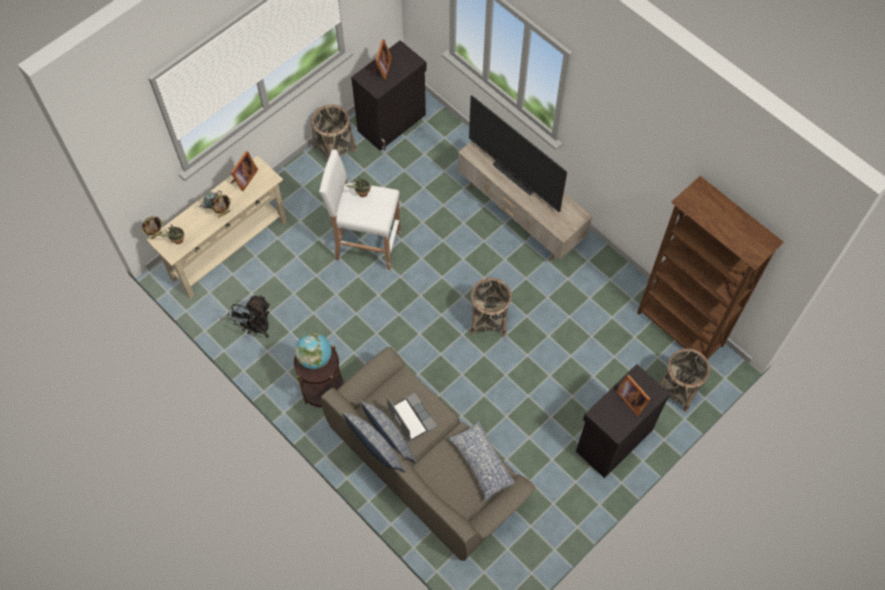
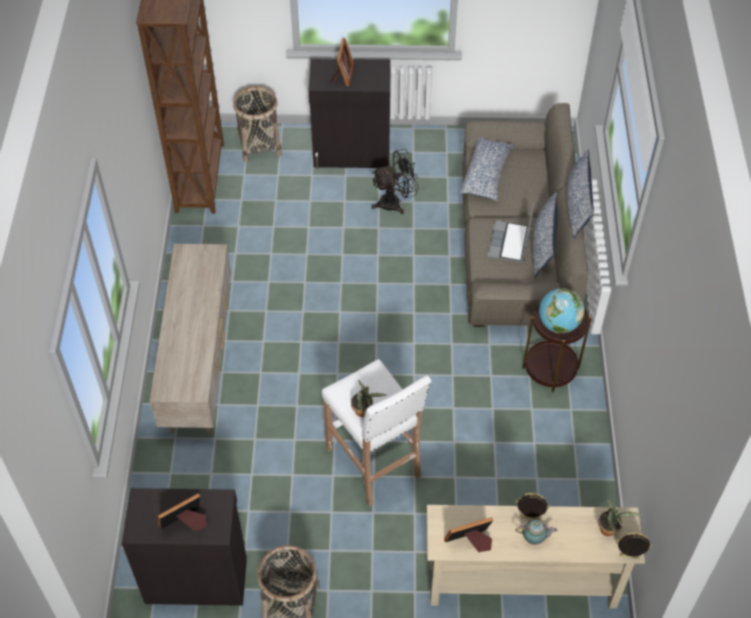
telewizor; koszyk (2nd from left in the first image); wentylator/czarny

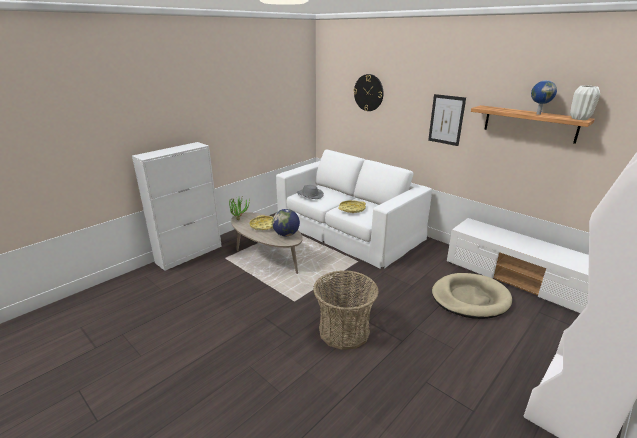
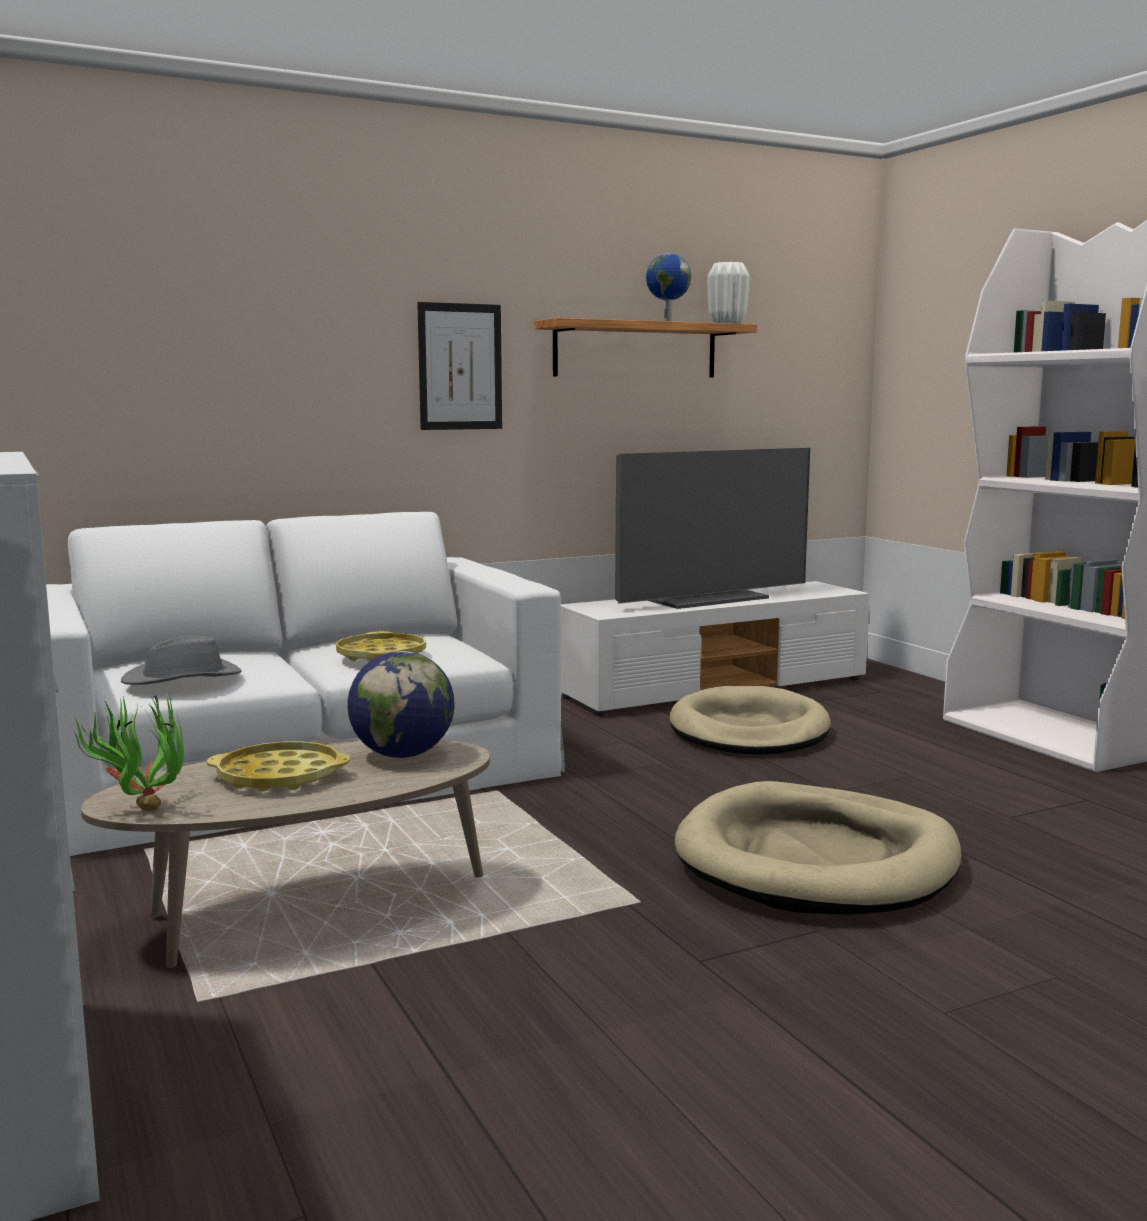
zegar ścienny; telewizor; legowisko/beżowy (2nd from left)

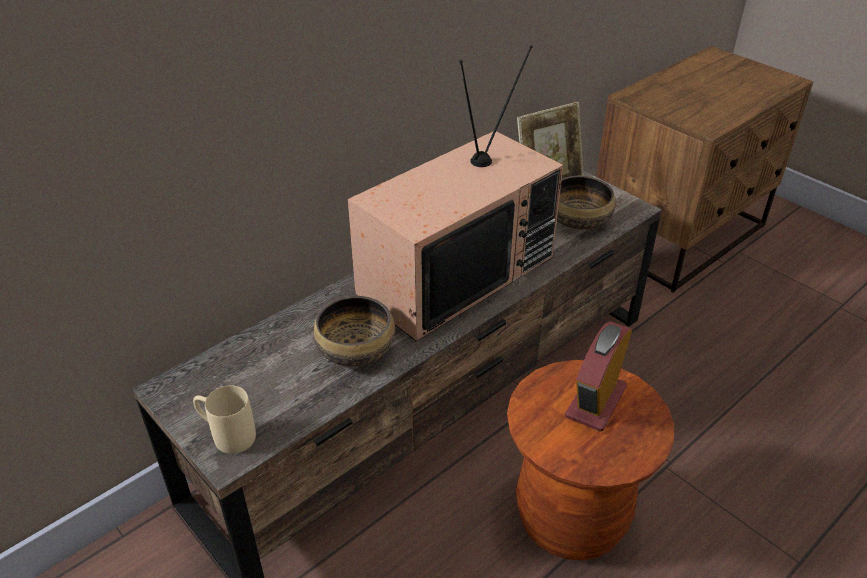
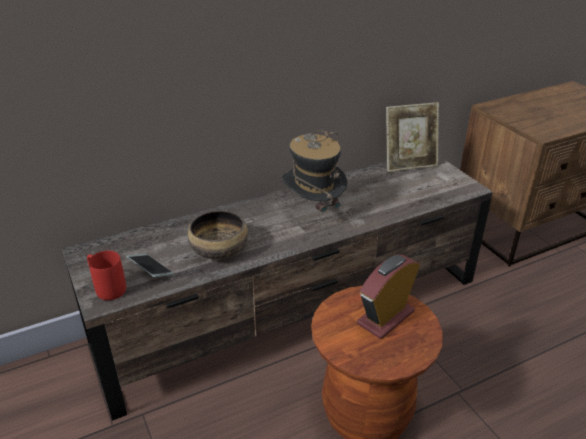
miska (2nd from left in the first image); telefon; kapelusz; kubek/czerwony

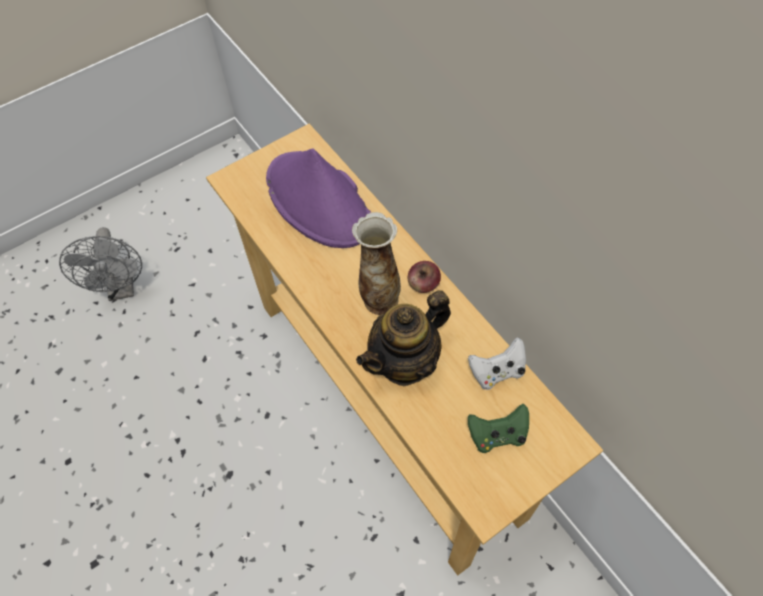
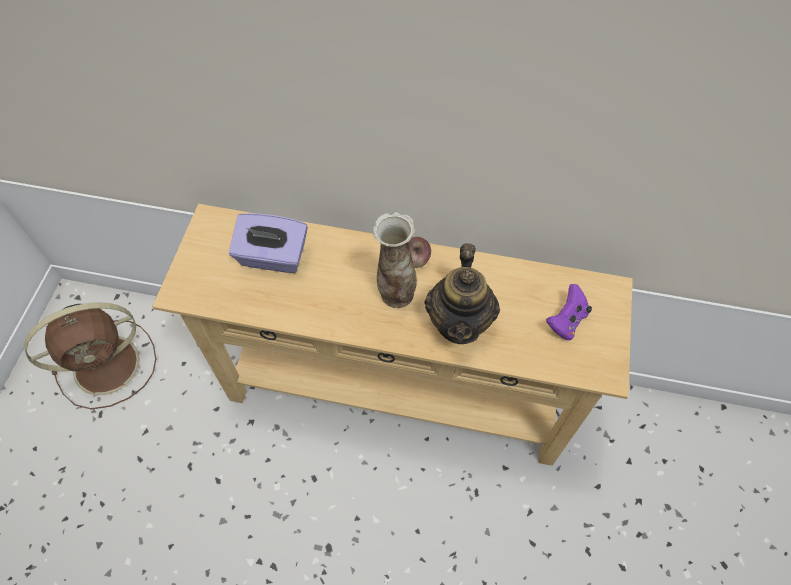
wentylator/szary; pad do gier/biały; wentylator/brązowy; pudełko chusteczek/fioletowy; pad do gier/fioletowy

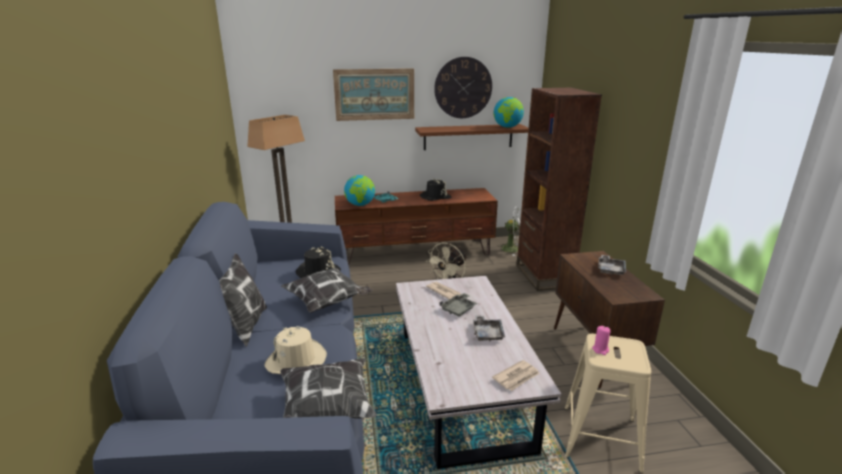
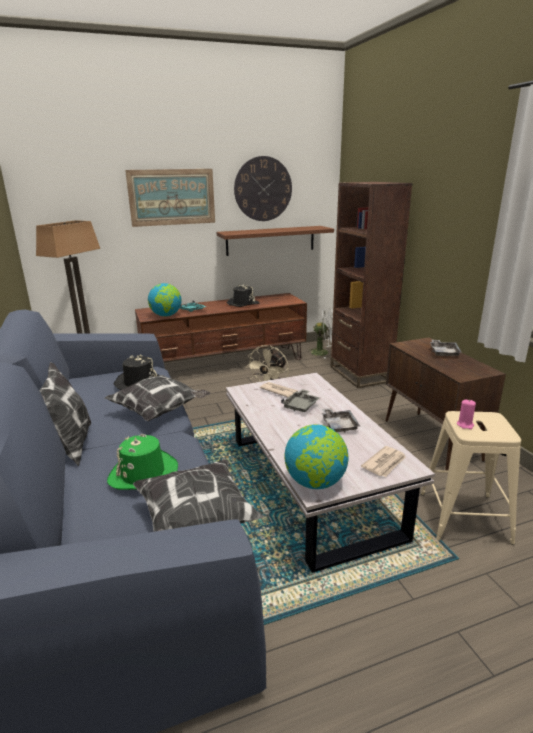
globus (2nd from left); kapelusz/zielony

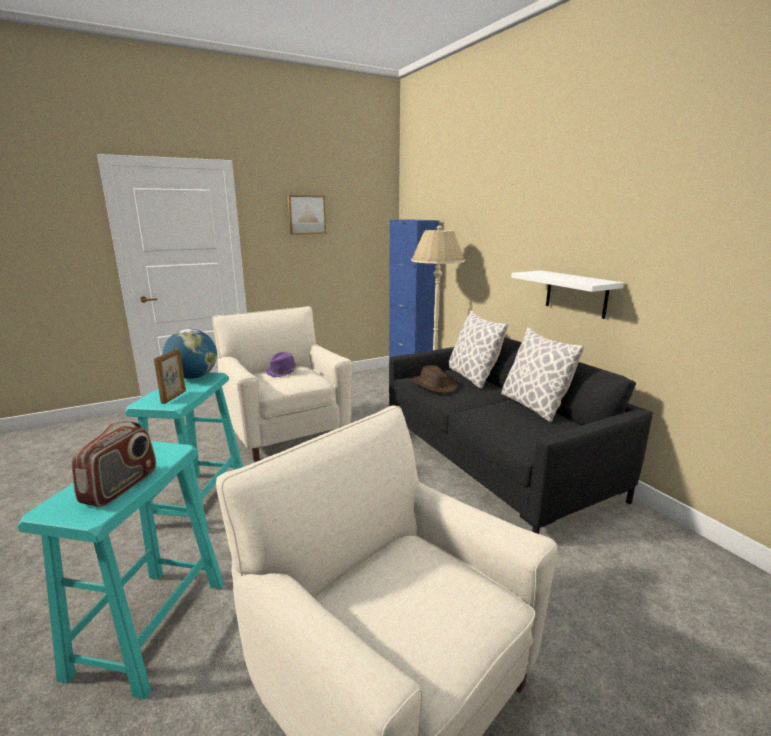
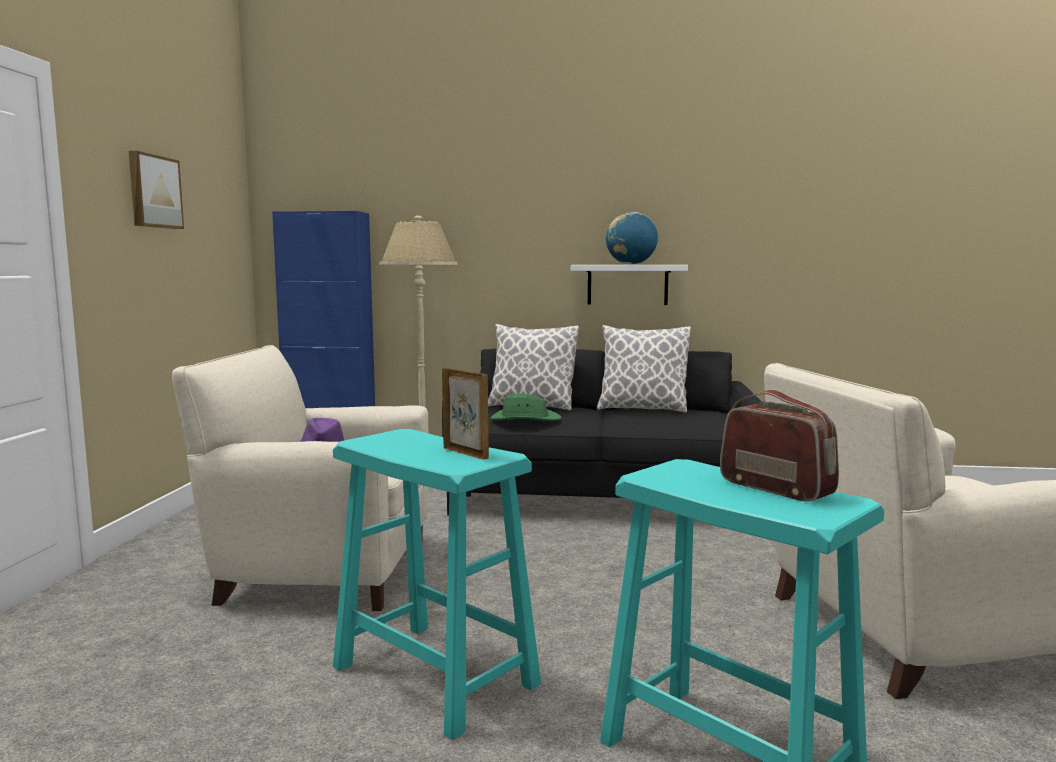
globus; kapelusz/zielony

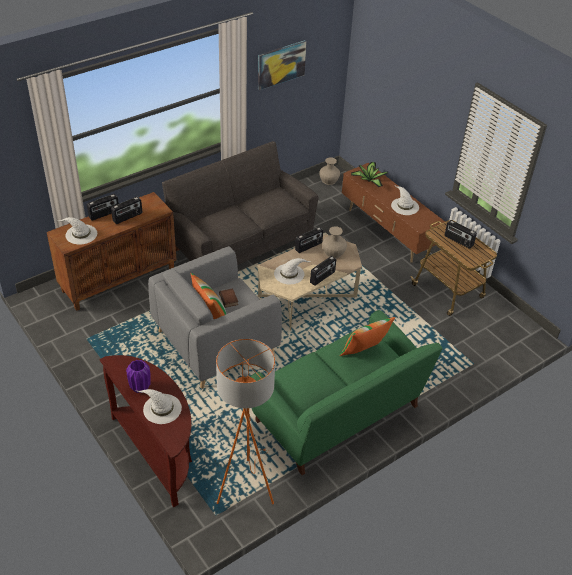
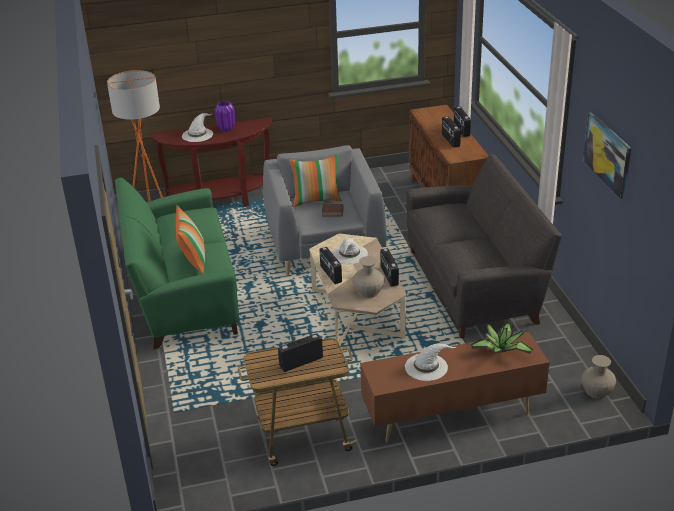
kapelusz/biały (1st from left in the first image)

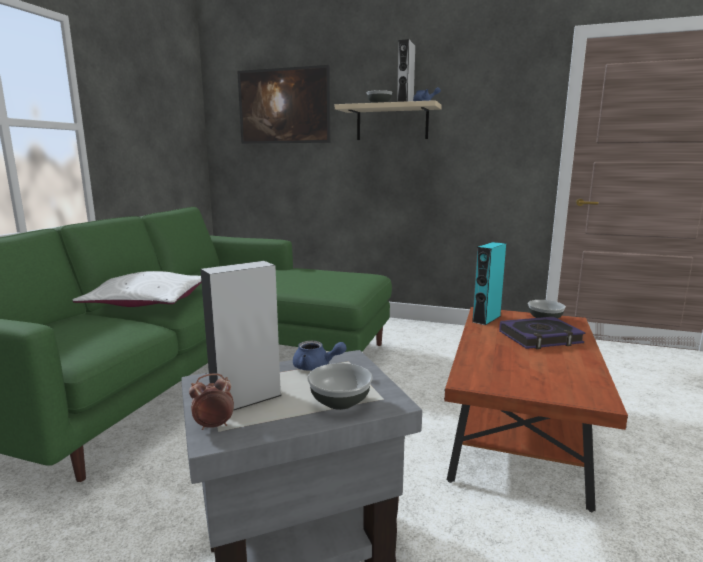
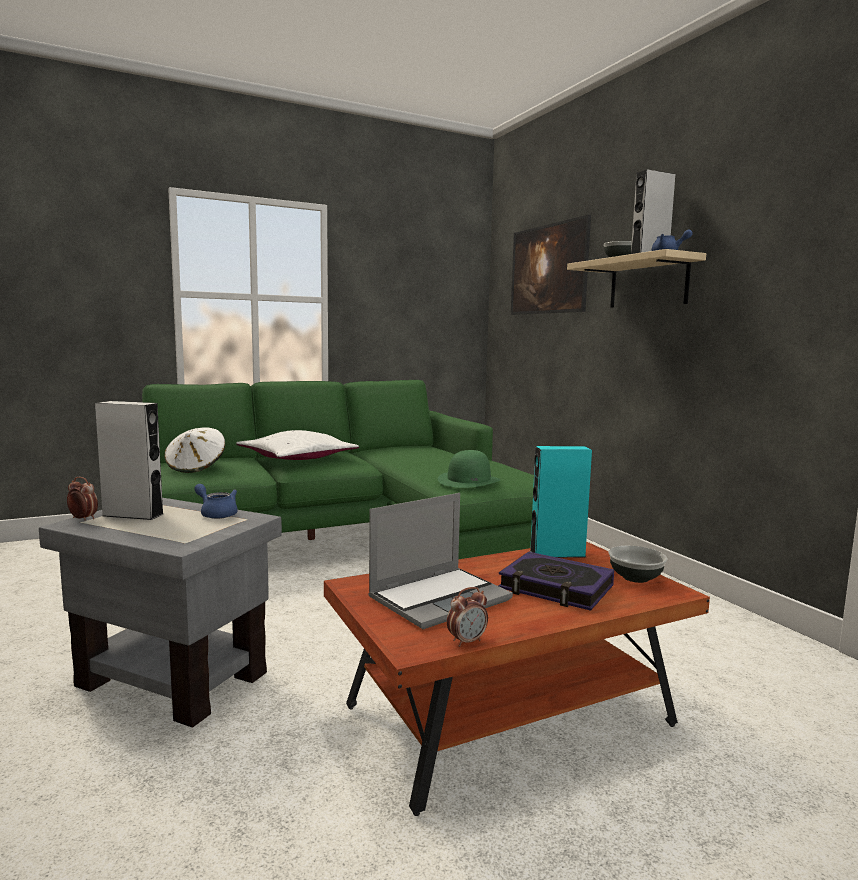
miska (1st from left in the first image); kapelusz/biały; laptop; kapelusz/zielony; budzik (2nd from left); imbryk/niebieski (1st from left)

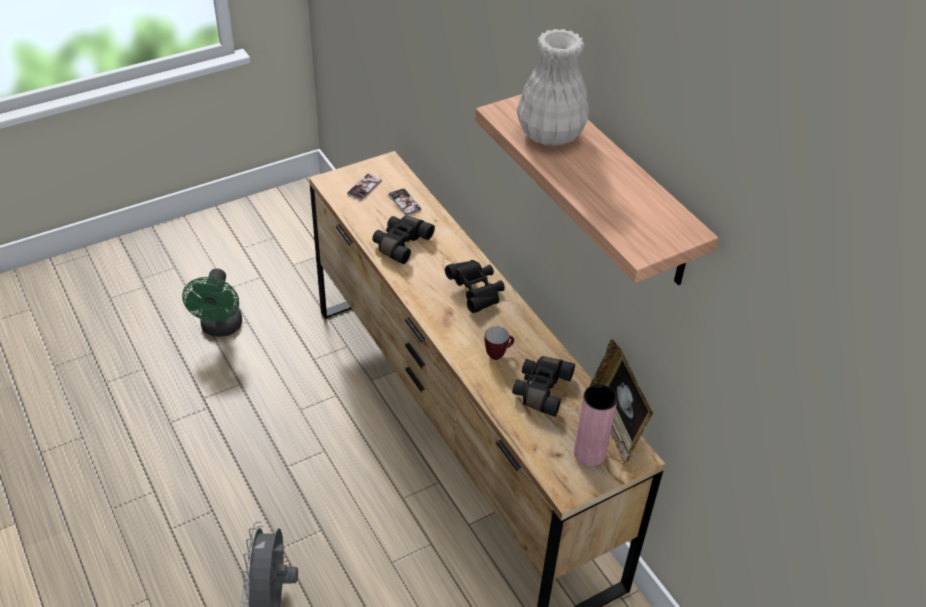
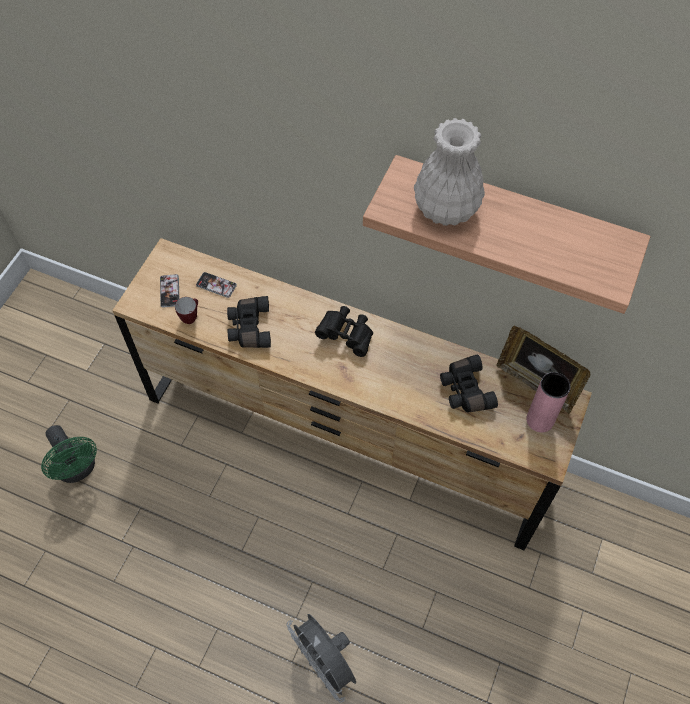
kubek

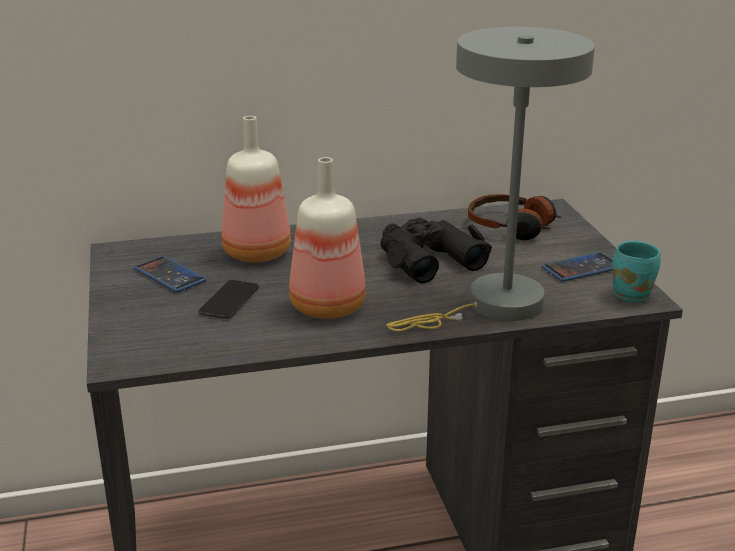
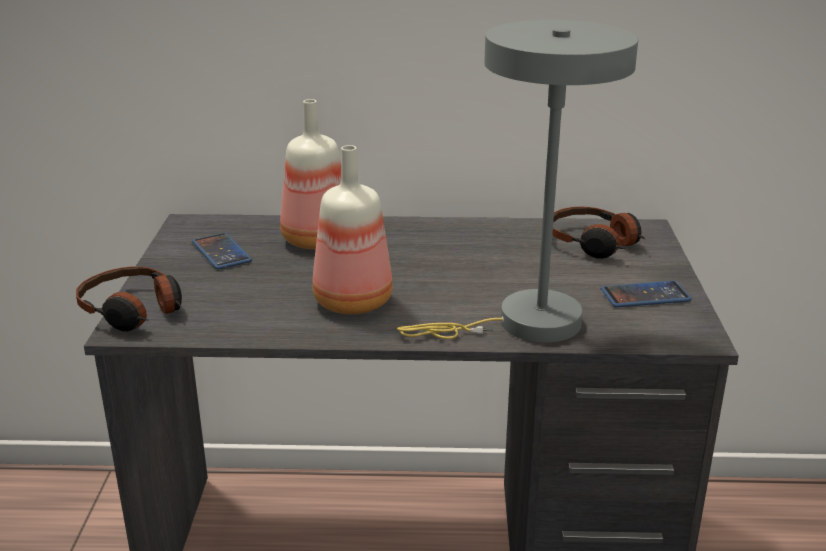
telefon (2nd from left in the first image); lornetka/czarny; kubek/turkusowy; słuchawki (1st from left)

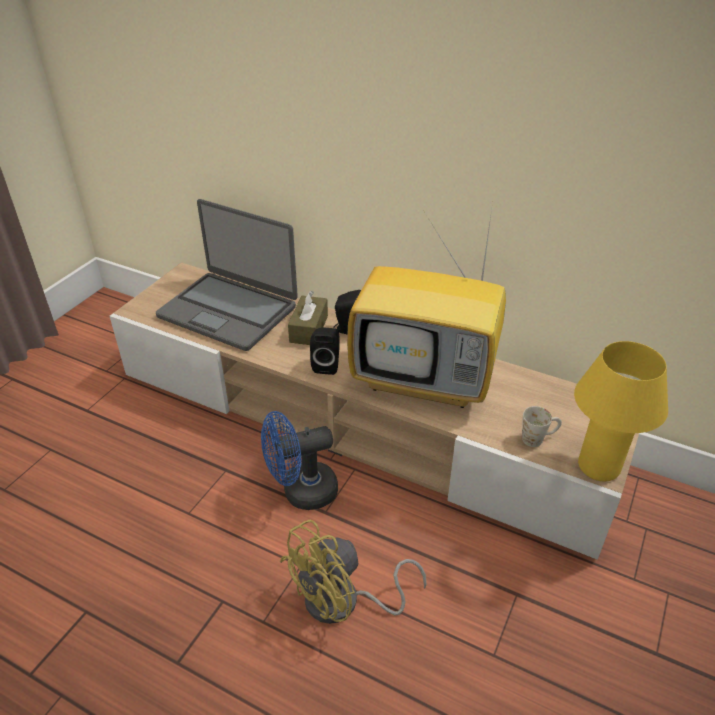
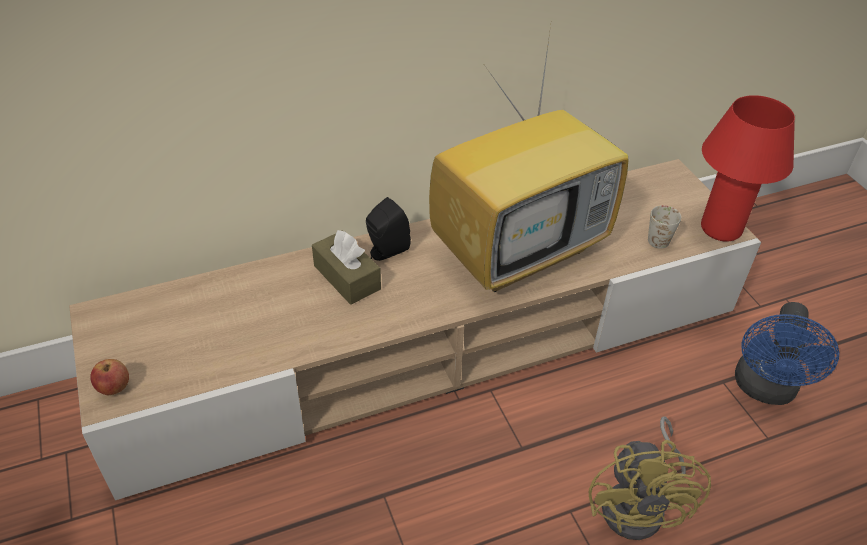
laptop; głośnik/czarny (1st from left in the first image); jabłko; wentylator/niebieski; lampa stołowa/czerwony

